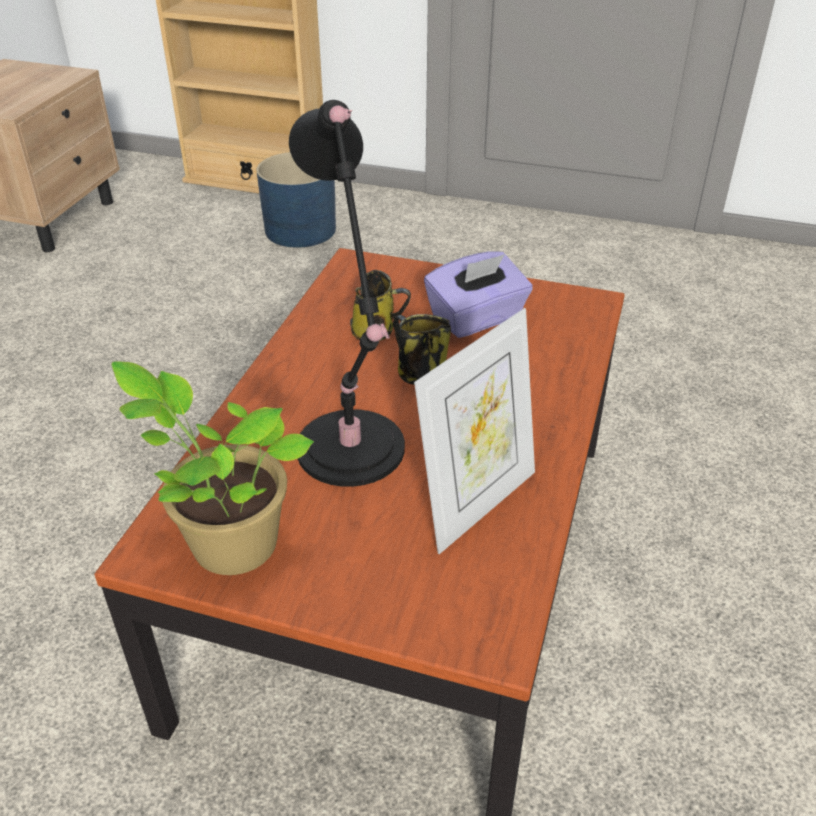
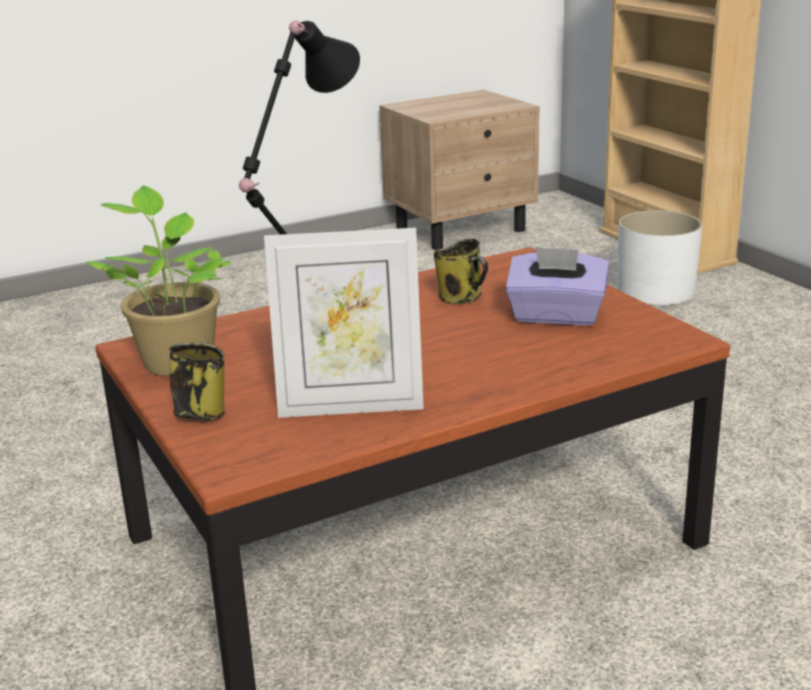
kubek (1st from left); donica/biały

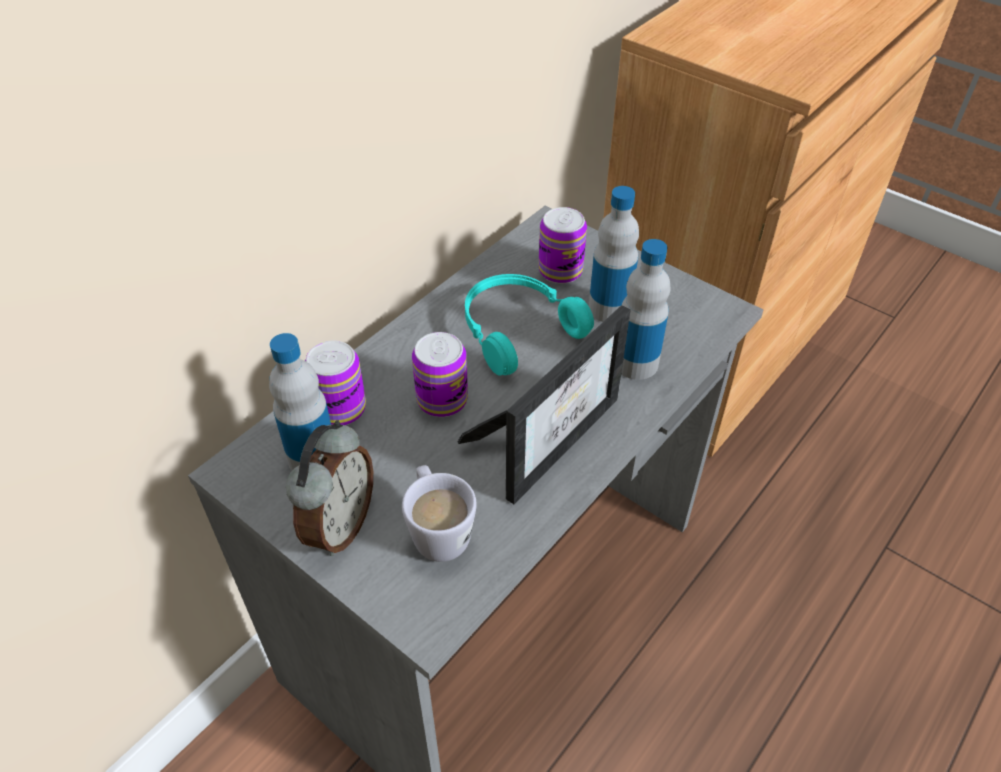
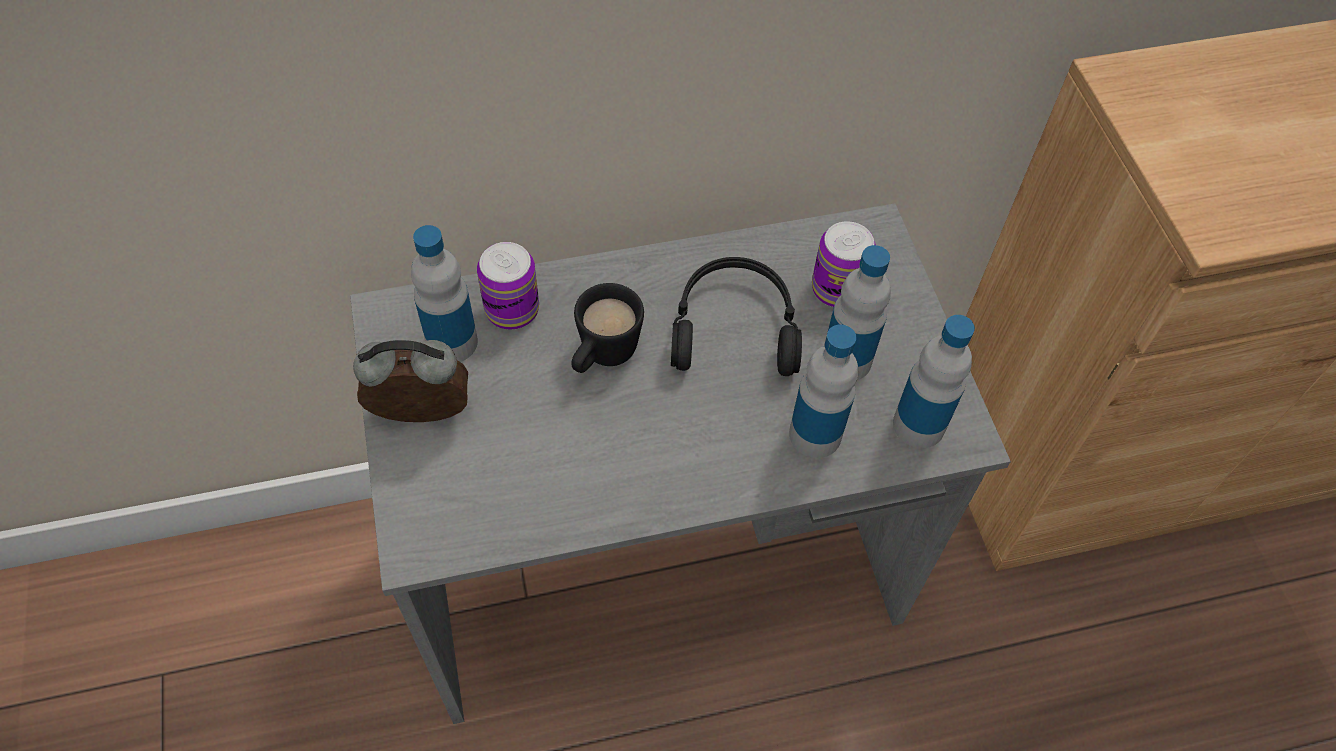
kubek/biały; ramka na zdjęcie; butelka (4th from left); kubek/czarny; słuchawki/czarny; budzik

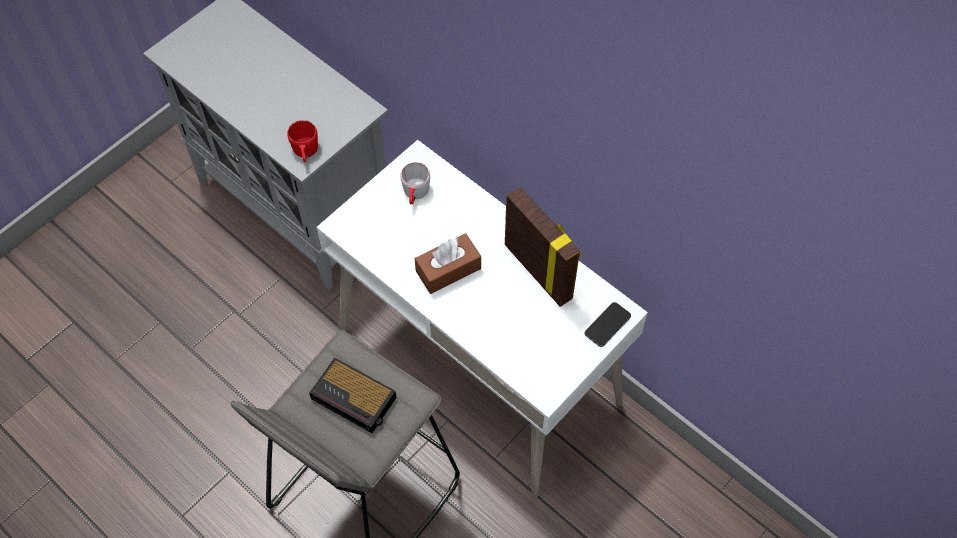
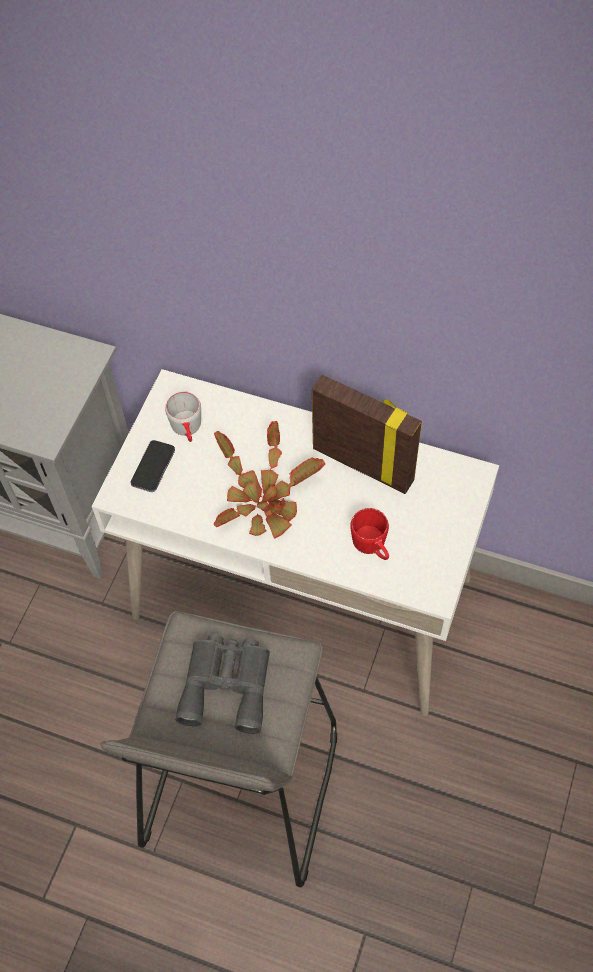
kubek/czerwony; telefon; lornetka/szary; roślina doniczkowa

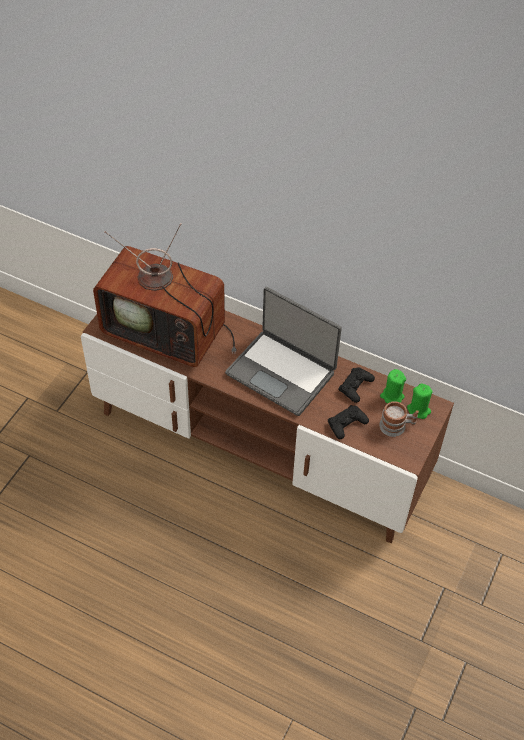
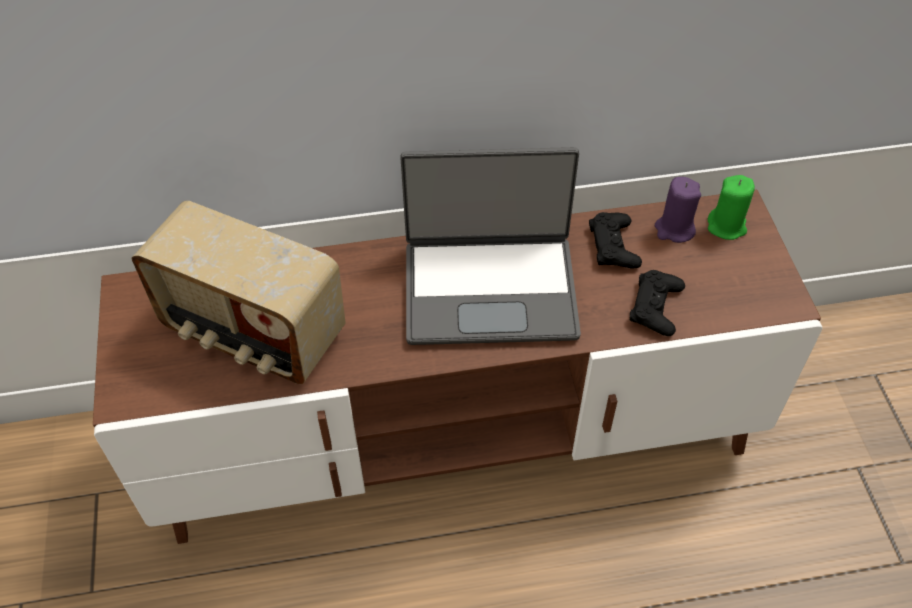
kubek; radio; świeca/fioletowy

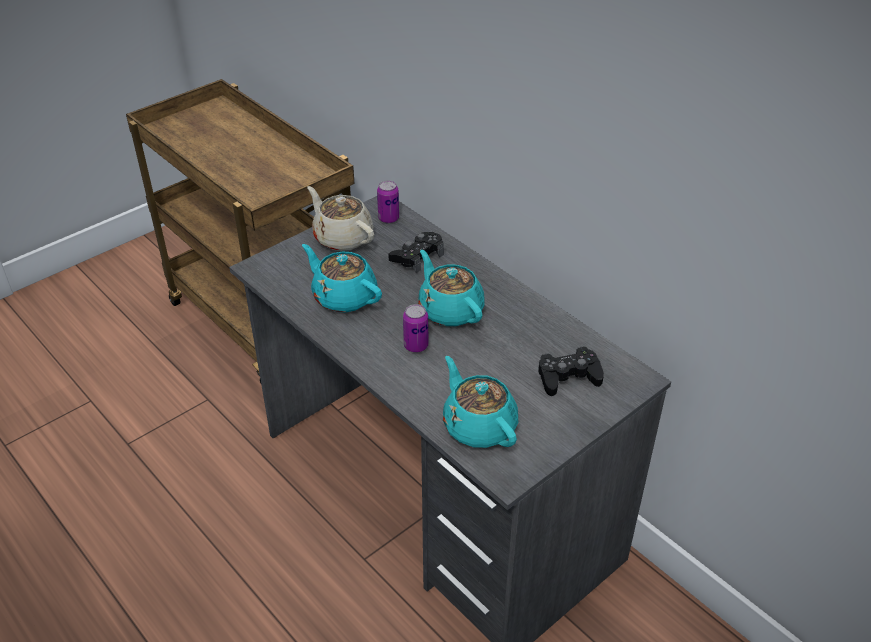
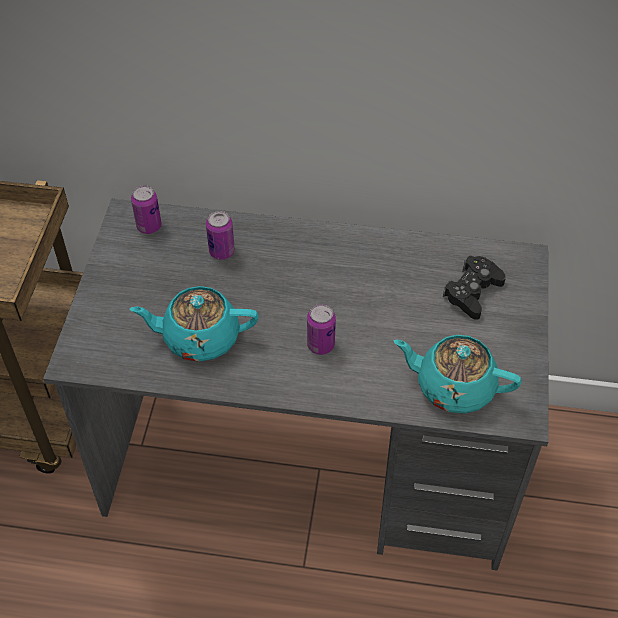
imbryk/beżowy; imbryk/turkusowy (2nd from left in the first image); puszka (2nd from left)

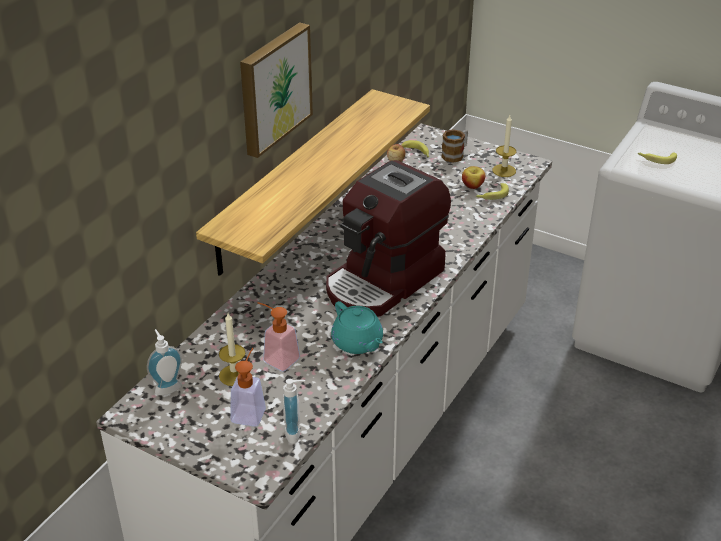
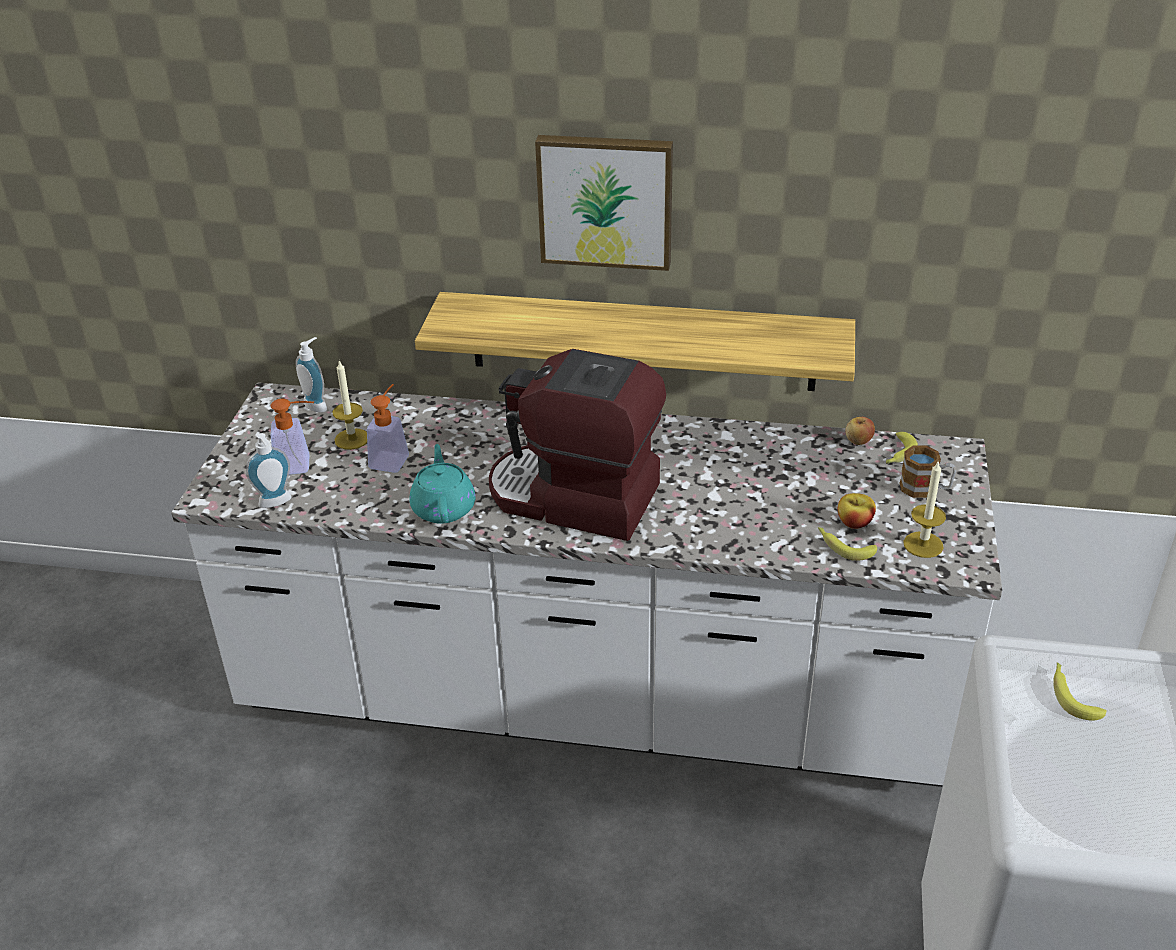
imbryk/turkusowy

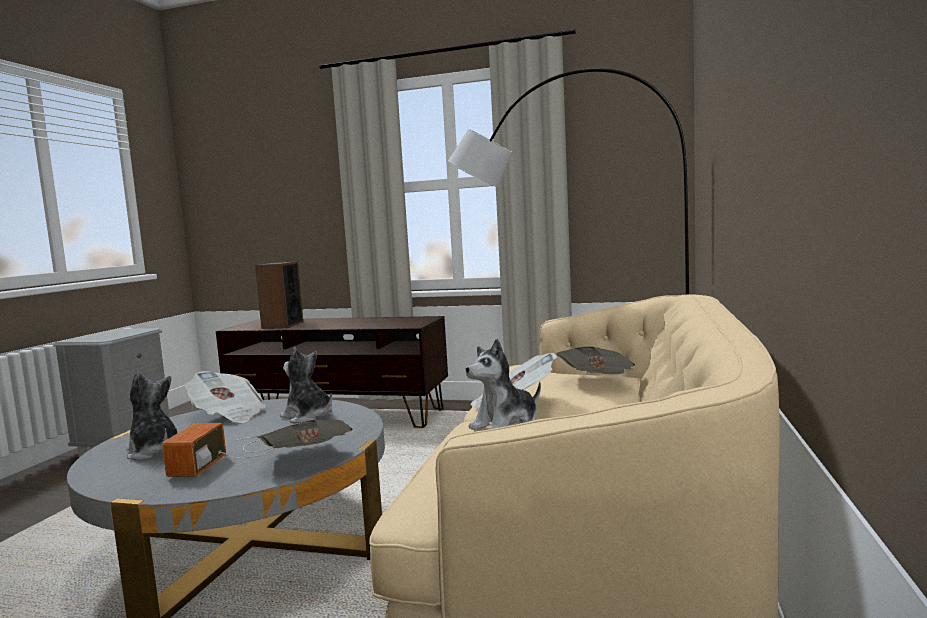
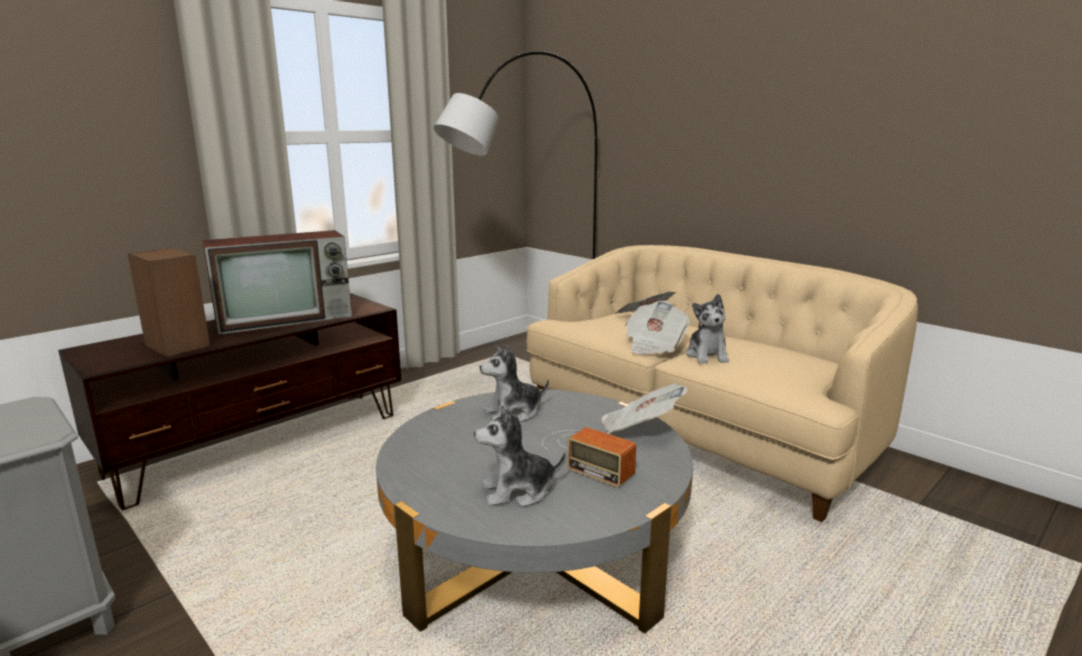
gazeta (1st from left in the first image); telewizor

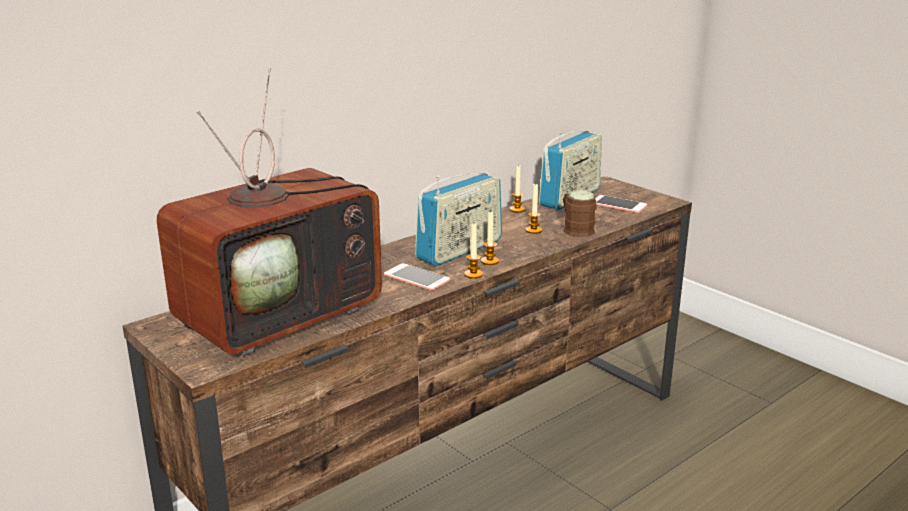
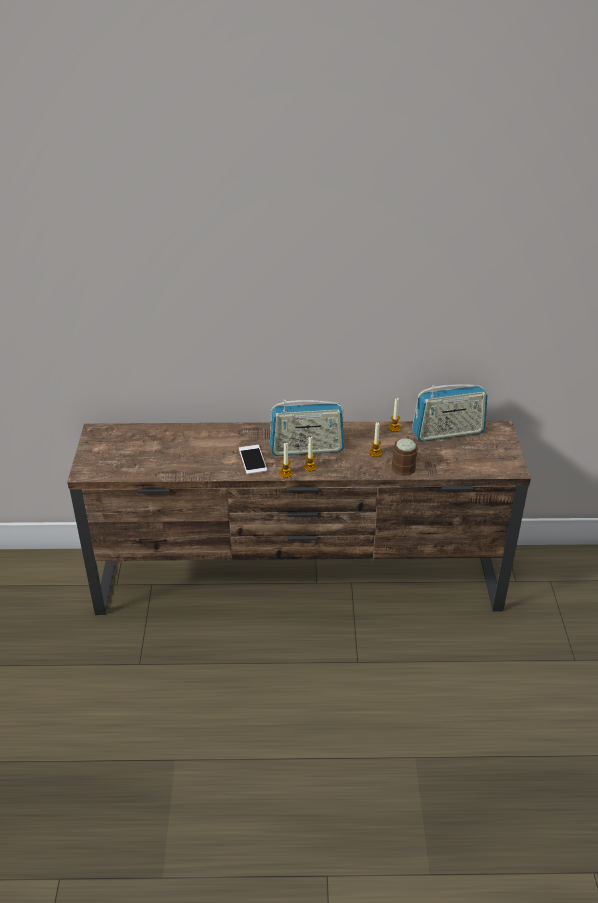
telewizor; telefon (2nd from left in the first image)

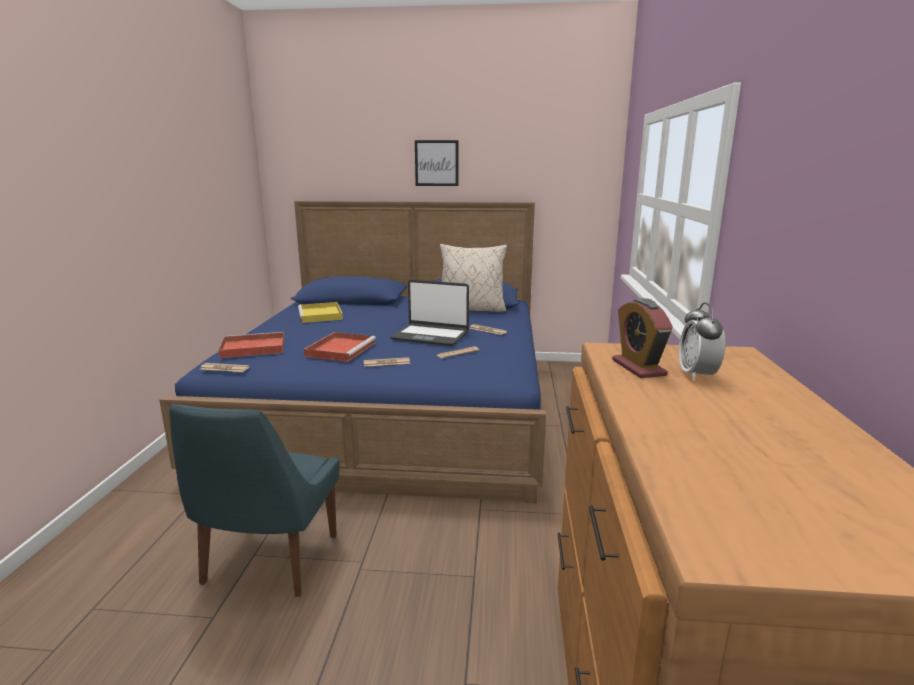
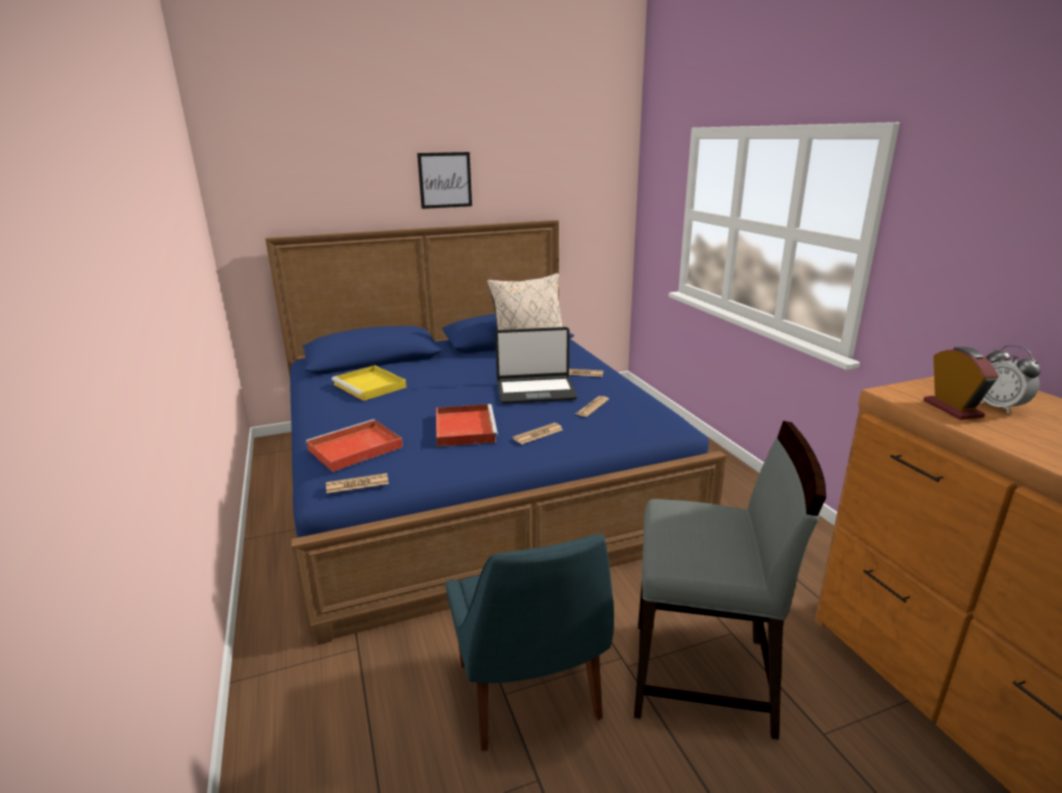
krzesło/szary; budzik (1st from left)

